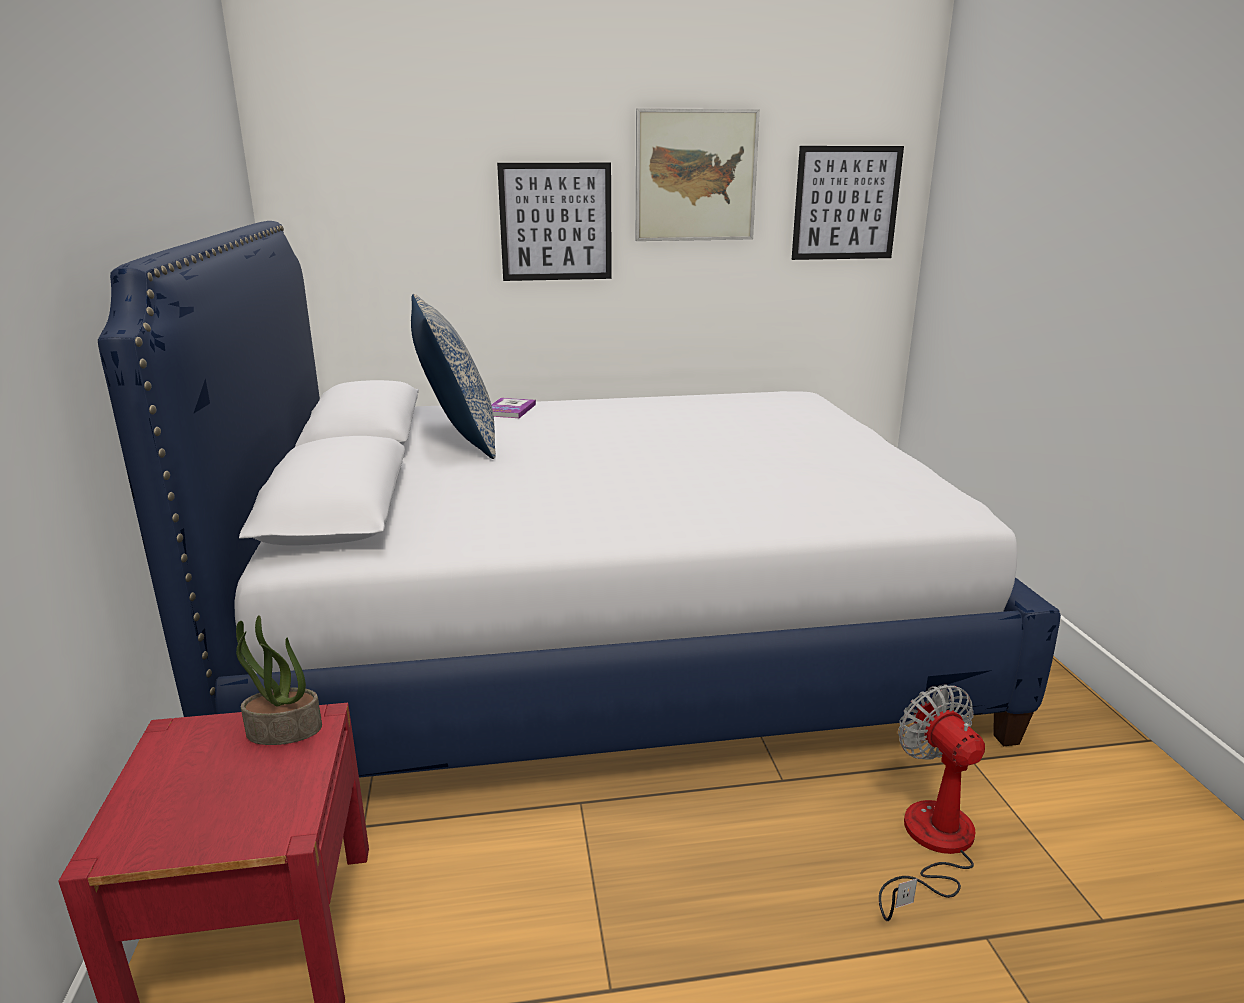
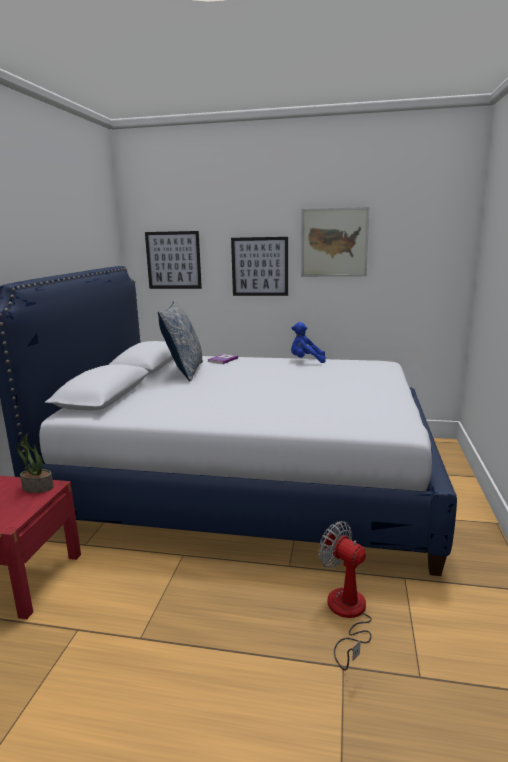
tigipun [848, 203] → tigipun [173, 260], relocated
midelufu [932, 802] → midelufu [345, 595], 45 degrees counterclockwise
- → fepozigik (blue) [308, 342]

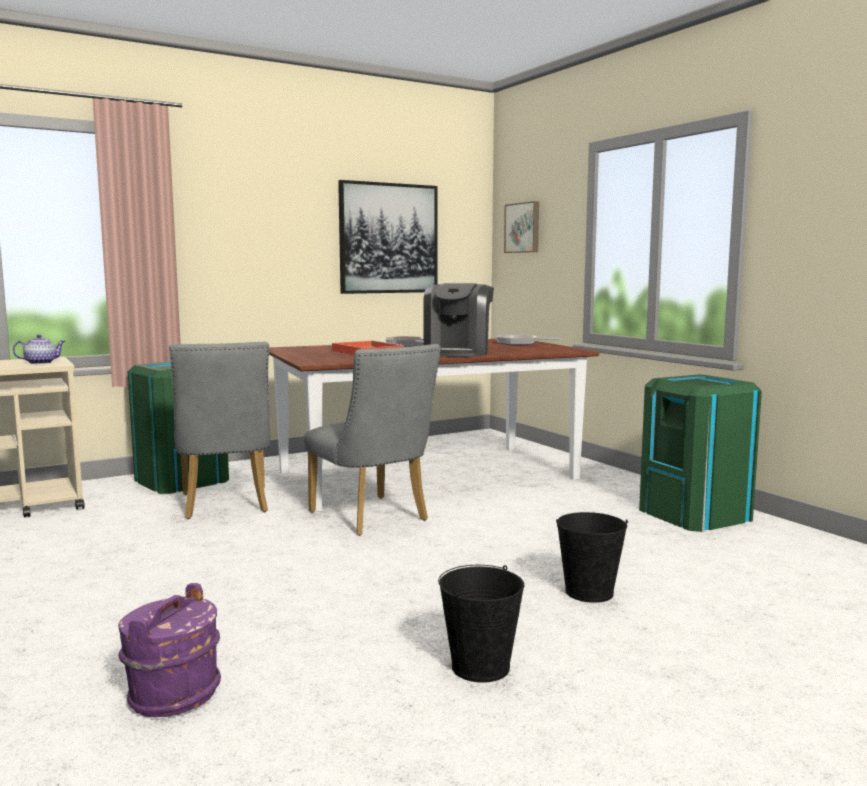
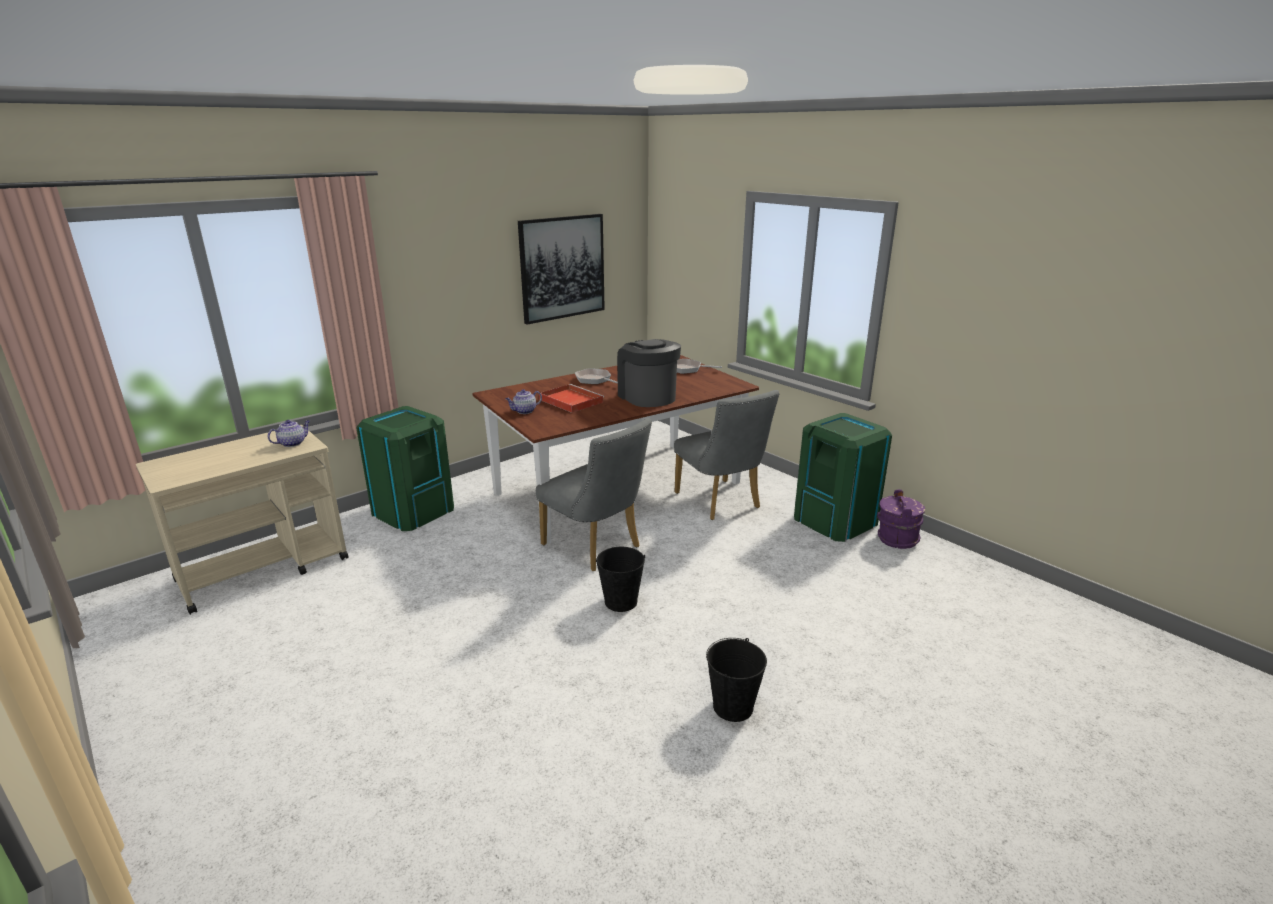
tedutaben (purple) [169, 650] → tedutaben (purple) [901, 519], relocated
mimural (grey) [219, 430] → mimural (grey) [726, 455], relocated
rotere [458, 320] → rotere [649, 373], 150 degrees clockwise
tigipun [521, 227] → -
tedutaben (black) [592, 557] → tedutaben (black) [620, 579], relocated
- → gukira [524, 401]

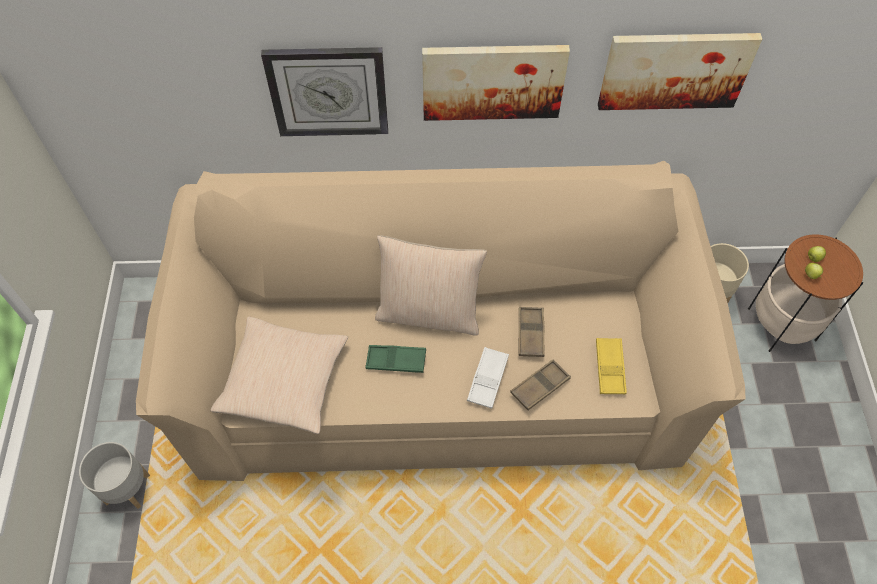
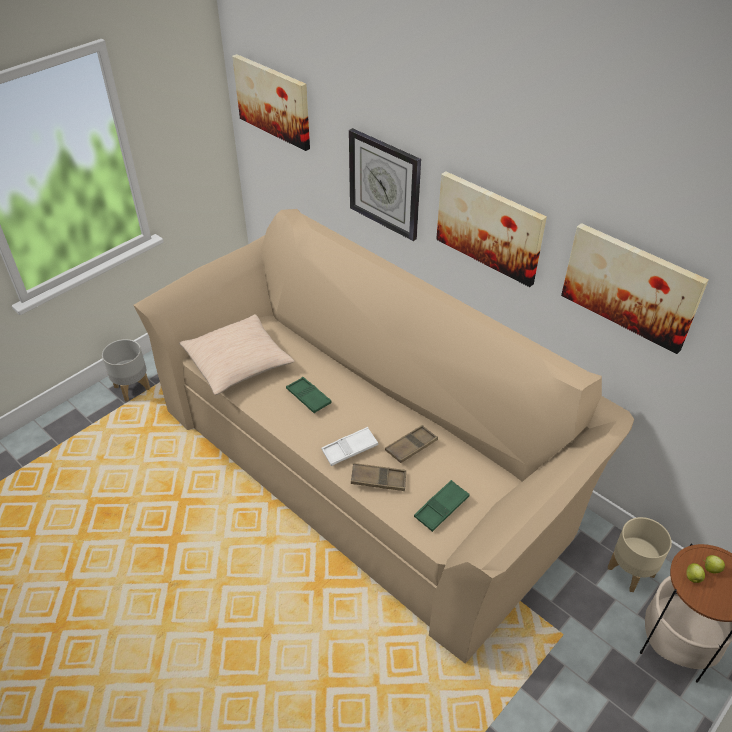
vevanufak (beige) [431, 285] → -
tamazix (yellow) [611, 366] → tamazix (green) [442, 506]
- → tigipun [271, 102]

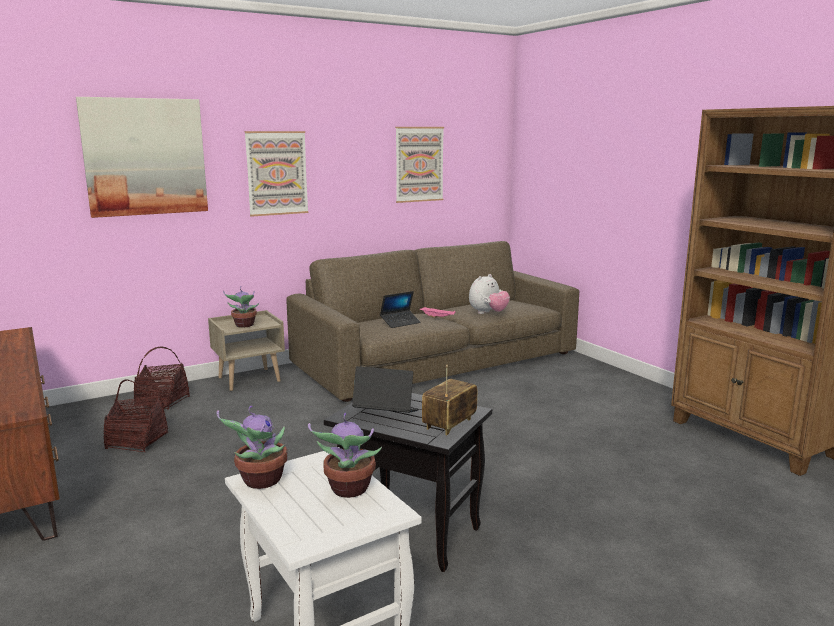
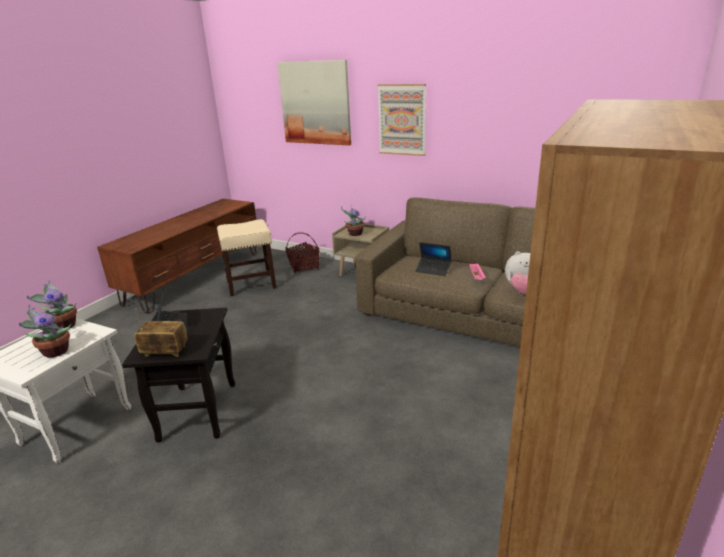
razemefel [135, 416] → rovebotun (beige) [246, 257]
tigipun [419, 165] → -

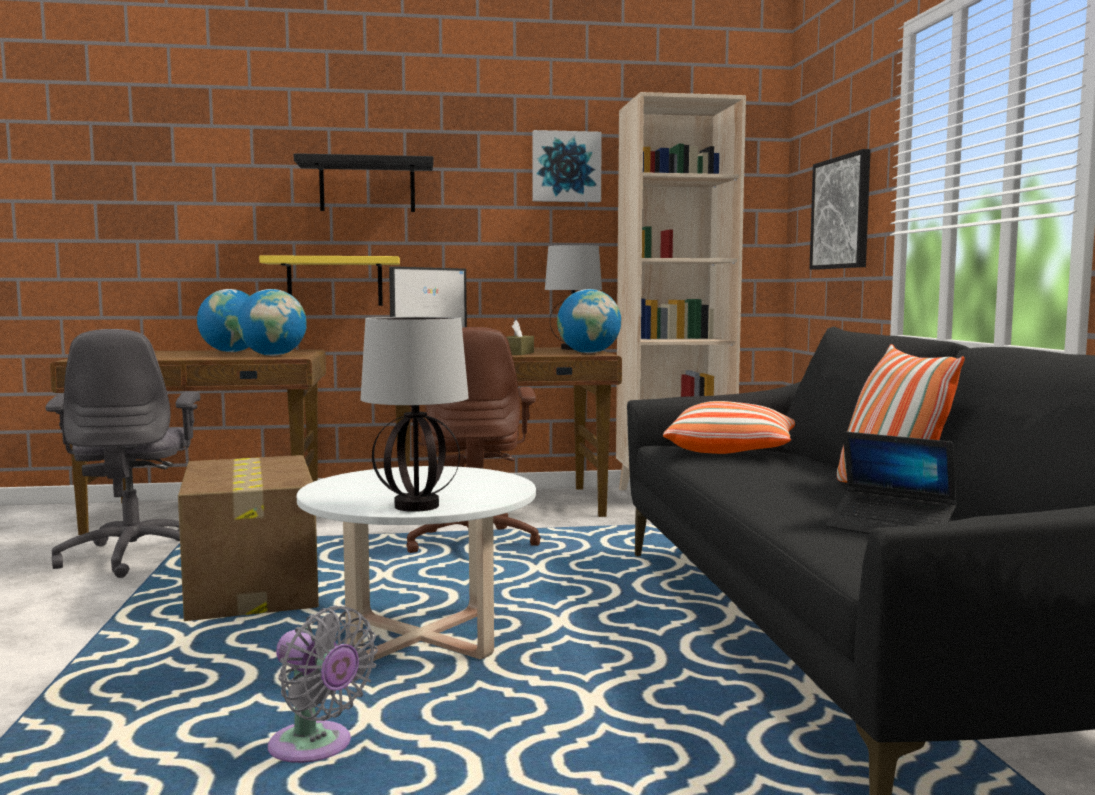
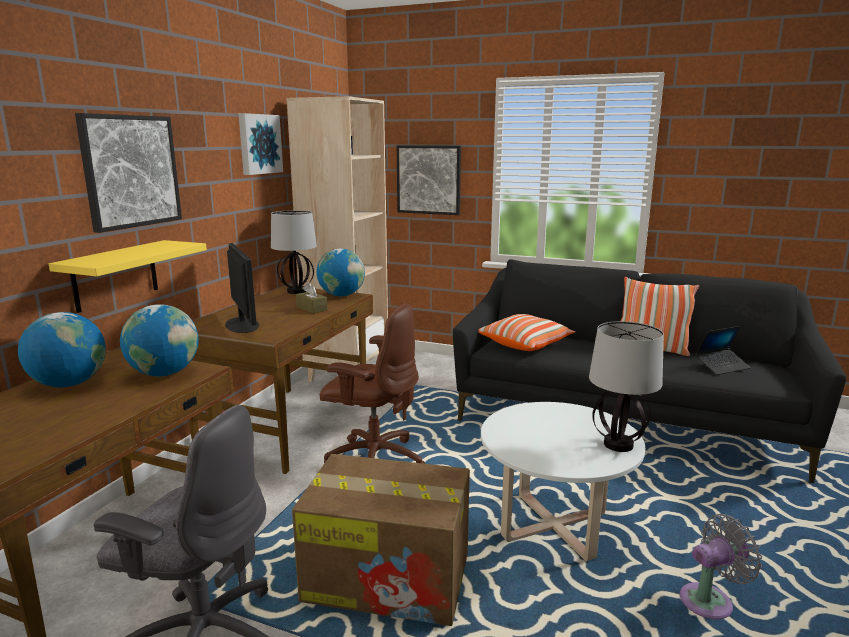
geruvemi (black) [364, 182] → tigipun [128, 173]

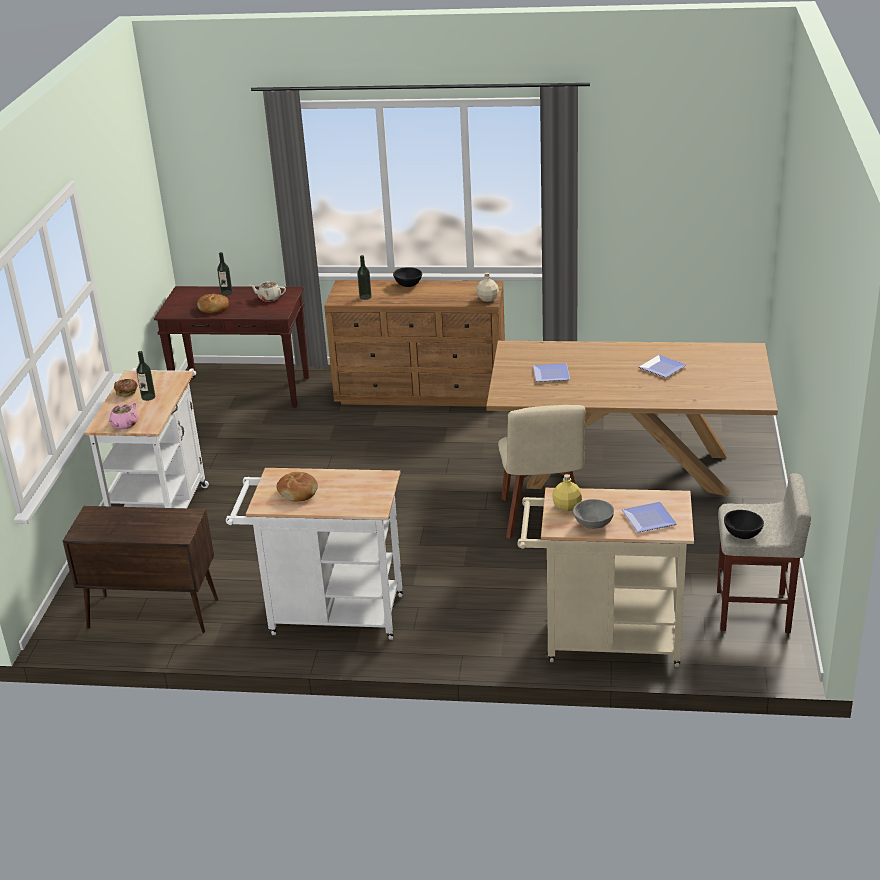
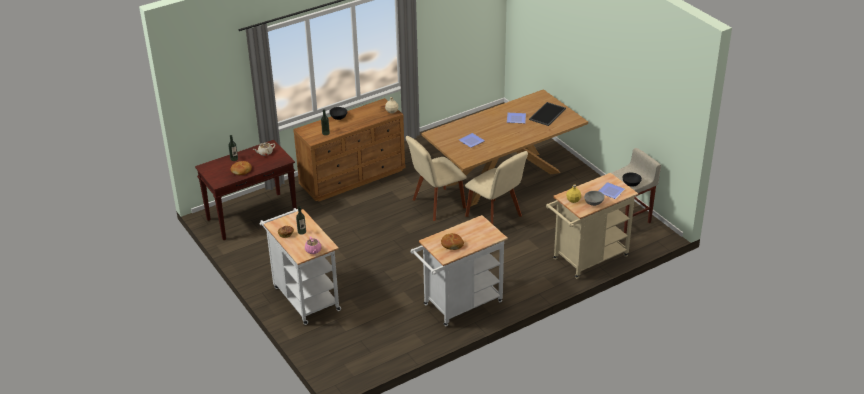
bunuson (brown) [140, 569] → -
- → mimural (beige) [436, 178]
- → tamazix [547, 114]

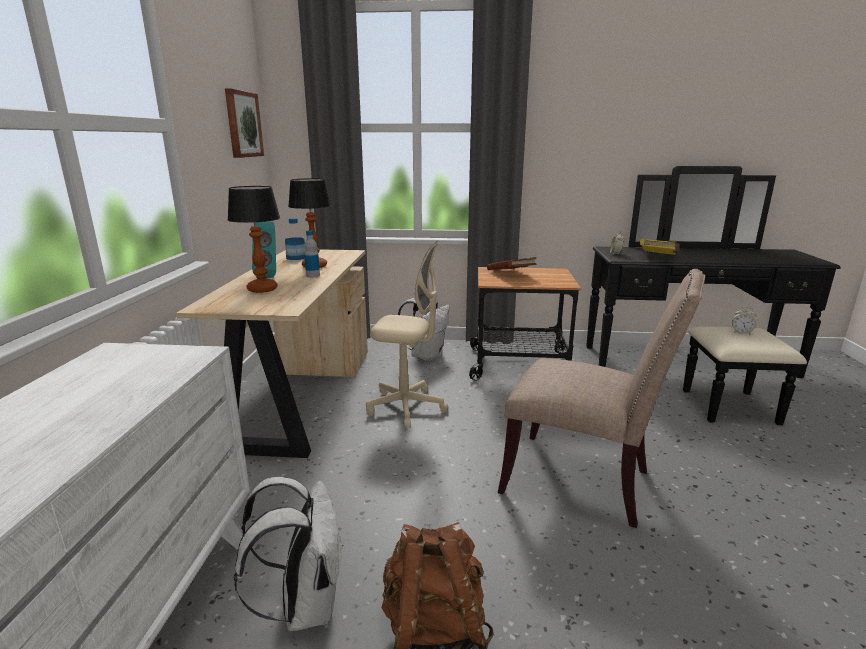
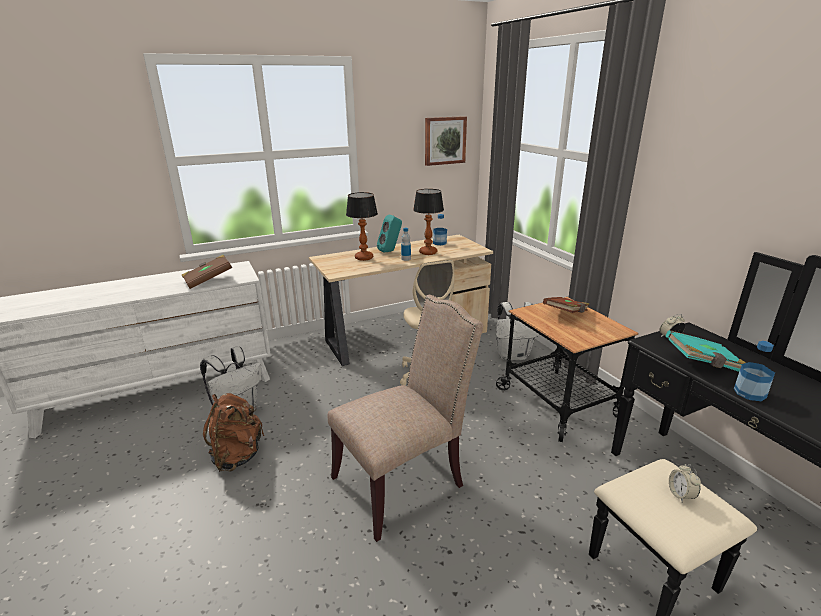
mimural (beige) [601, 398] → mimural (beige) [405, 418], 120 degrees counterclockwise
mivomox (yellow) [660, 247] → mivomox (turquoise) [706, 351]
- → mivomox (brown) [207, 272]
- → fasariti [754, 371]

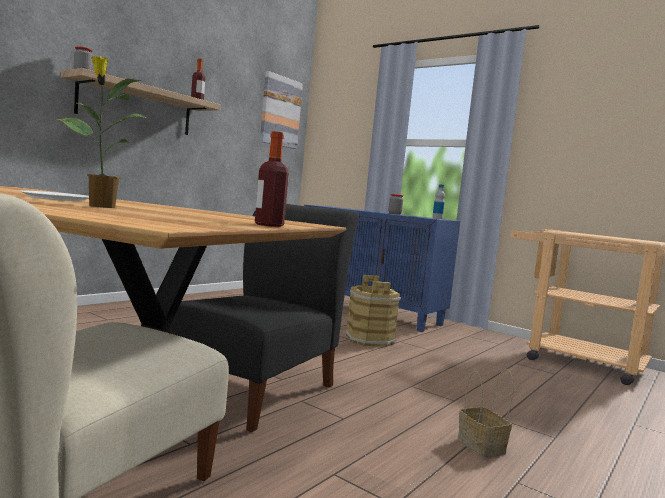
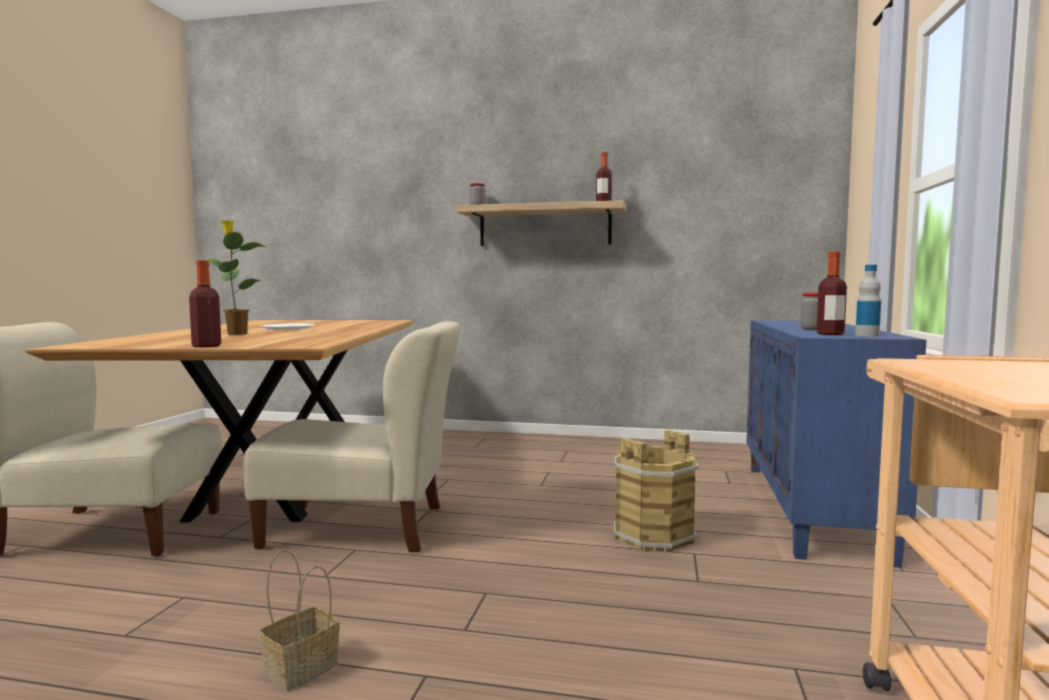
mimural (black) [264, 318] → mimural (beige) [352, 436]
tigipun [281, 110] → -
- → fasariti [832, 293]

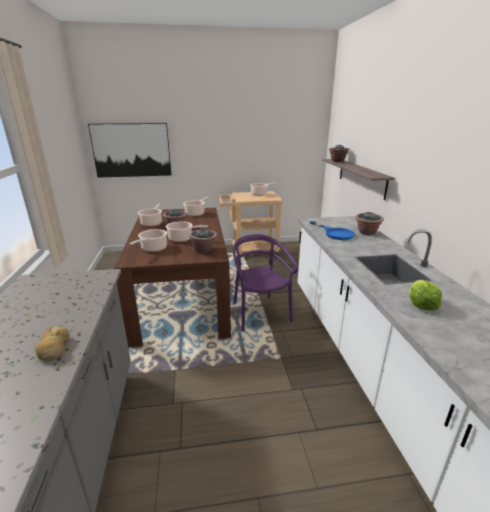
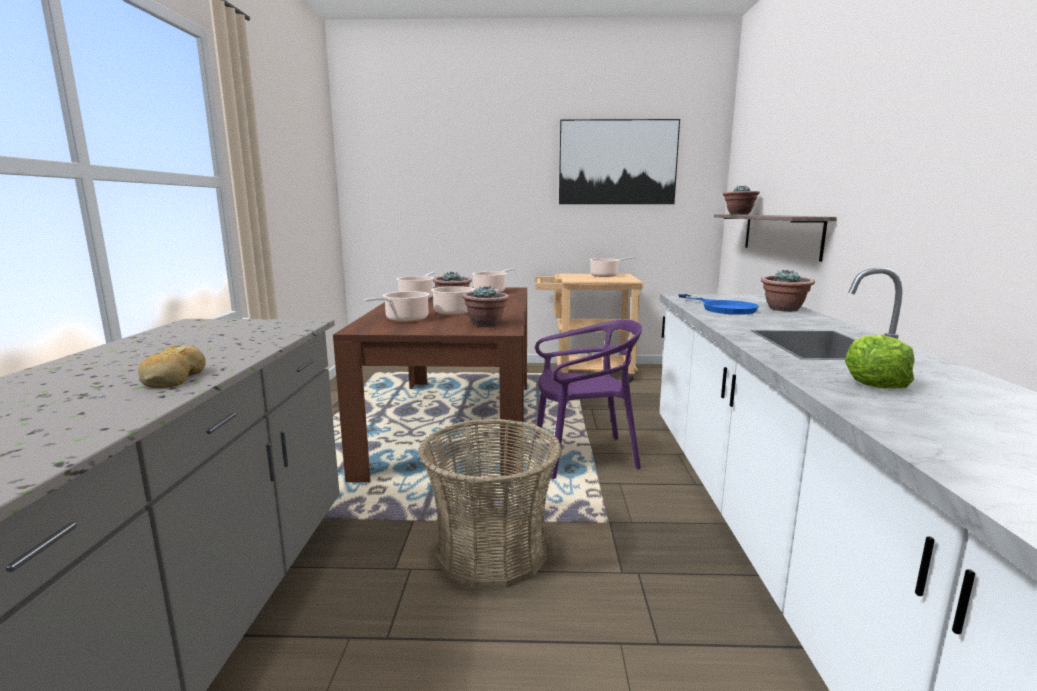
tigipun [130, 150] → tigipun [619, 161], relocated
mimural (purple) [265, 282] → mimural (purple) [588, 399], 90 degrees clockwise
- → razemefel [490, 503]

